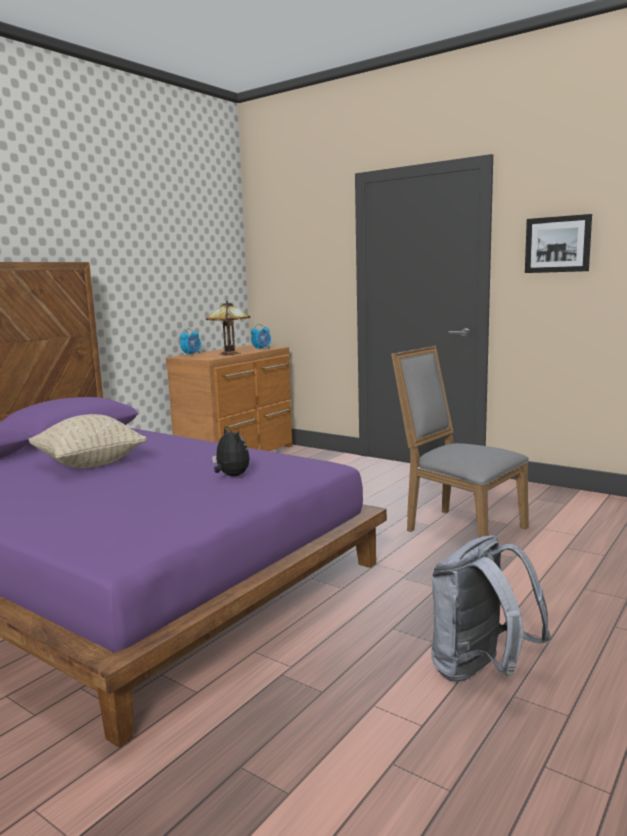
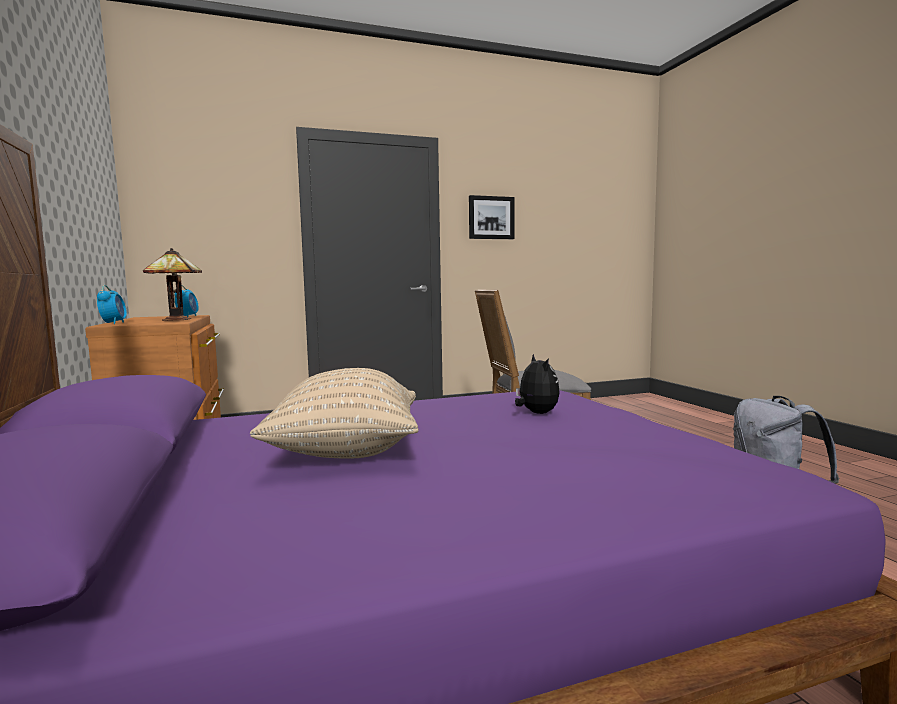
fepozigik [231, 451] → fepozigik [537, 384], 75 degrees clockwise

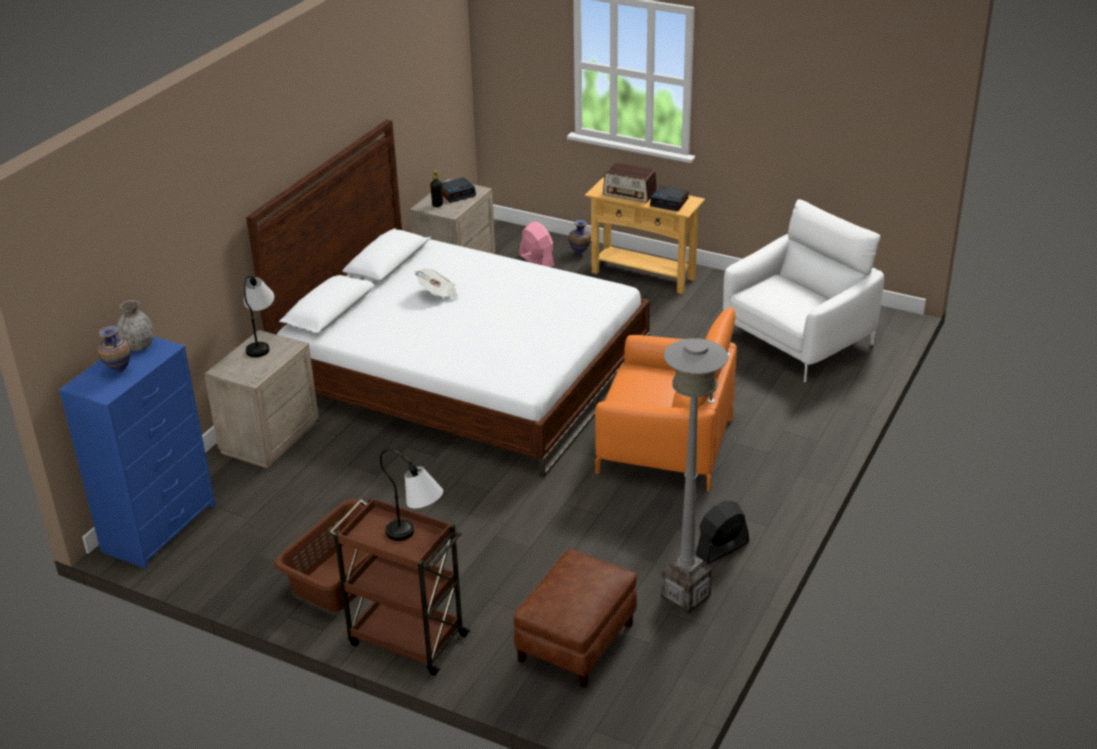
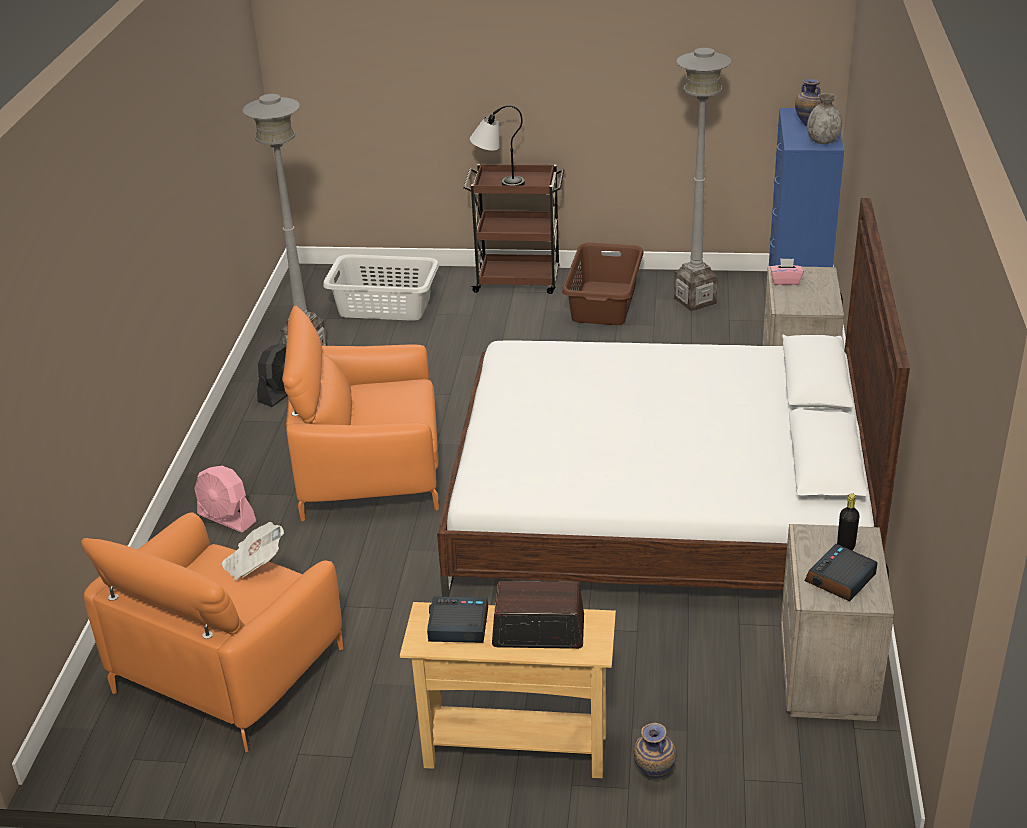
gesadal [258, 316] → -
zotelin [436, 284] → zotelin [253, 551], relocated
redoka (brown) [575, 618] → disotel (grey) [381, 287]
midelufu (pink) [537, 244] → midelufu (pink) [225, 499], relocated
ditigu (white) [803, 290] → ditigu (orange) [212, 632]
- → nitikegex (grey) [702, 179]
- → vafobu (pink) [786, 271]

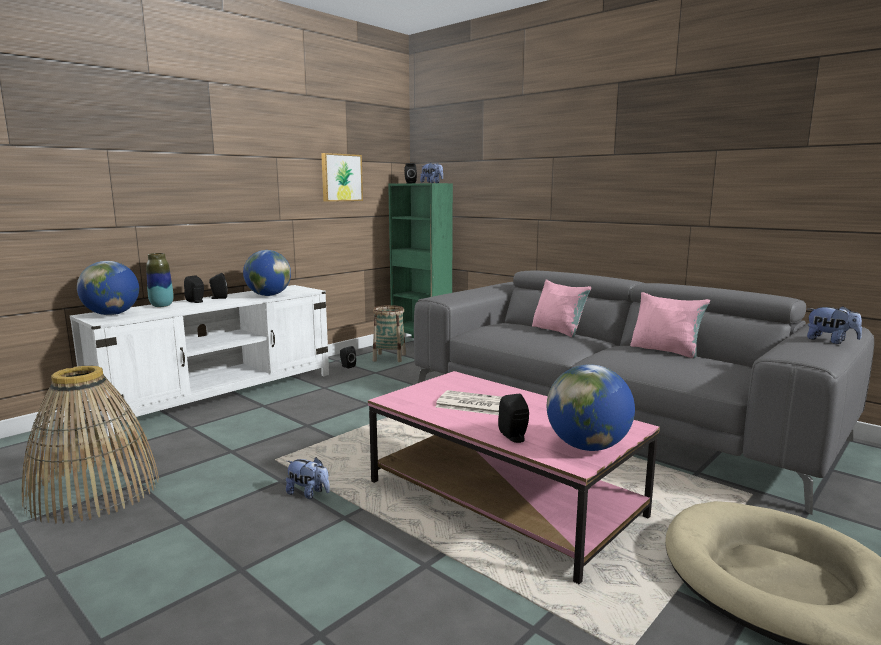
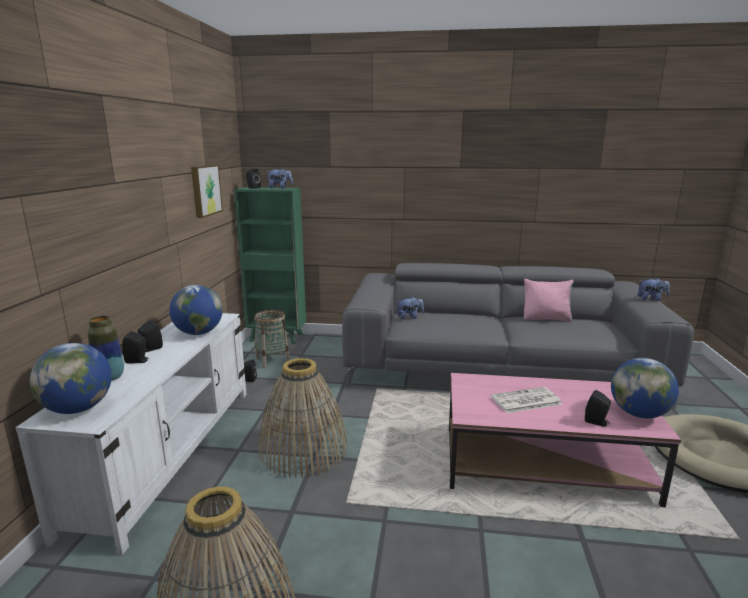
fepozigik [308, 478] → fepozigik [410, 308], relocated
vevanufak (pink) [561, 309] → -
- → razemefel [303, 418]

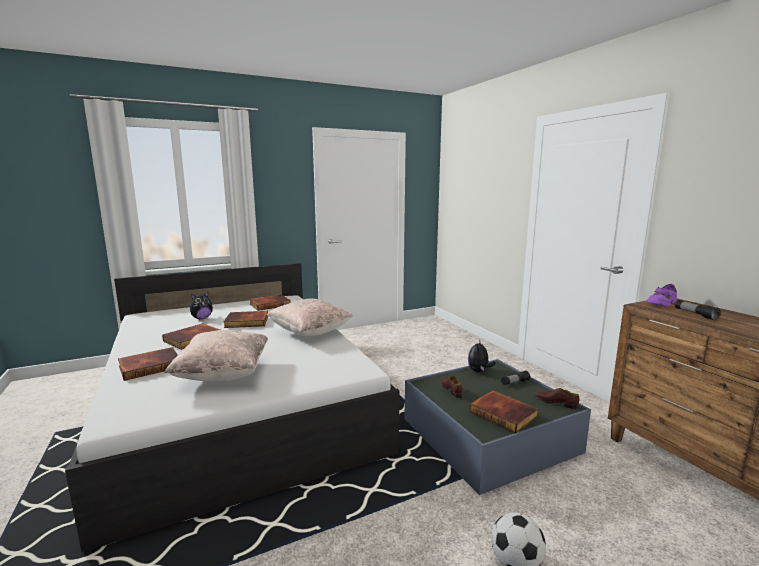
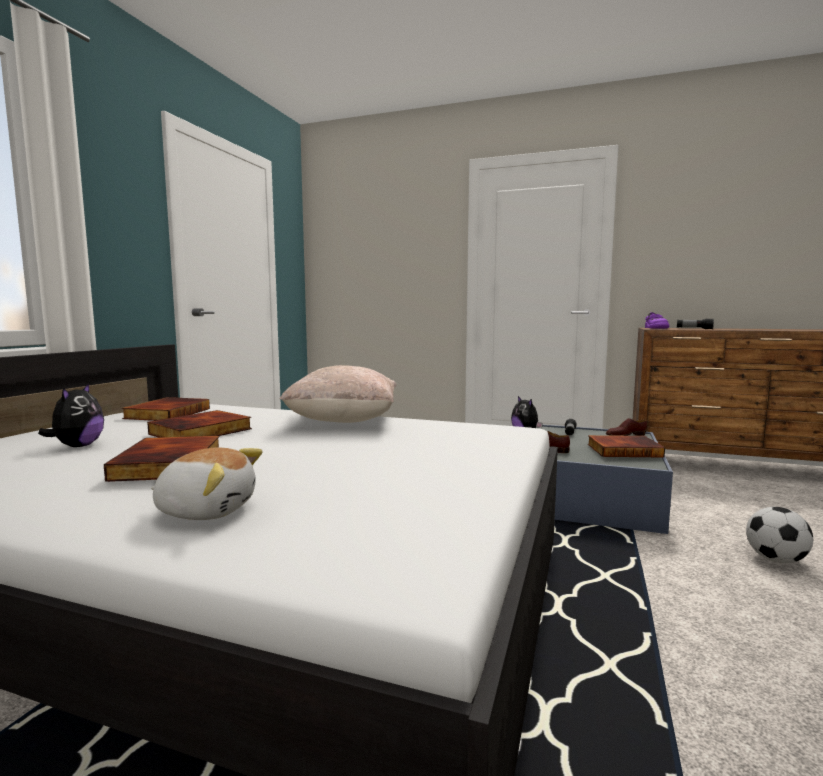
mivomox [148, 364] → fepozigik [207, 484]
vevanufak (beige) [216, 355] → -

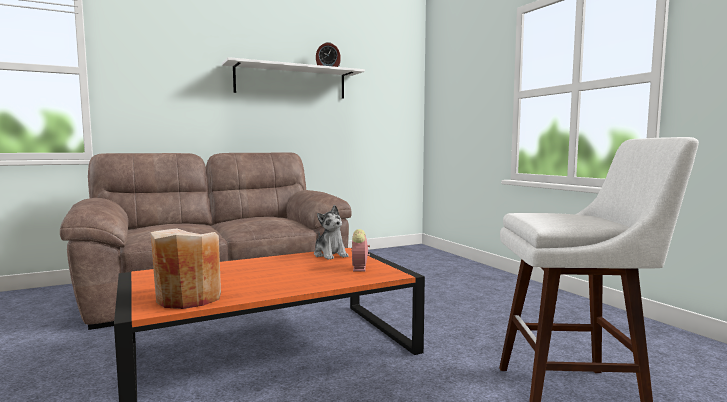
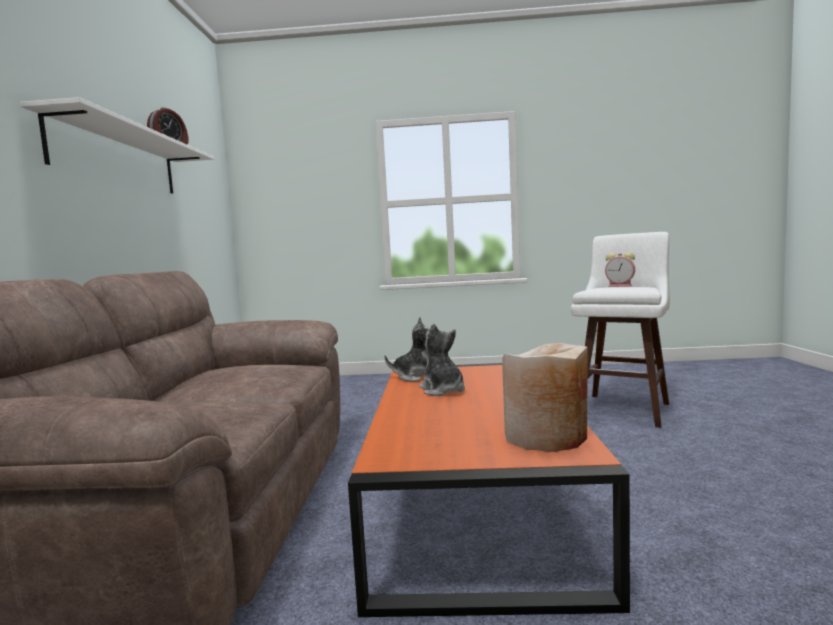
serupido [360, 250] → serupido [620, 269], relocated
- → fepozigik [442, 360]

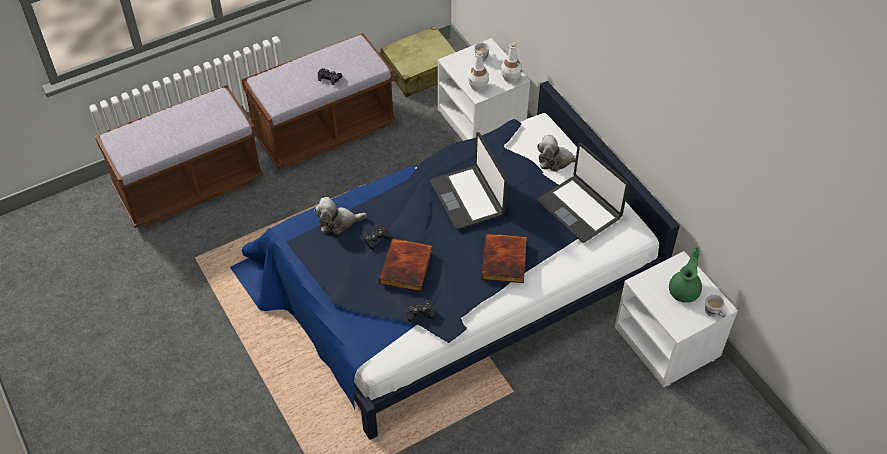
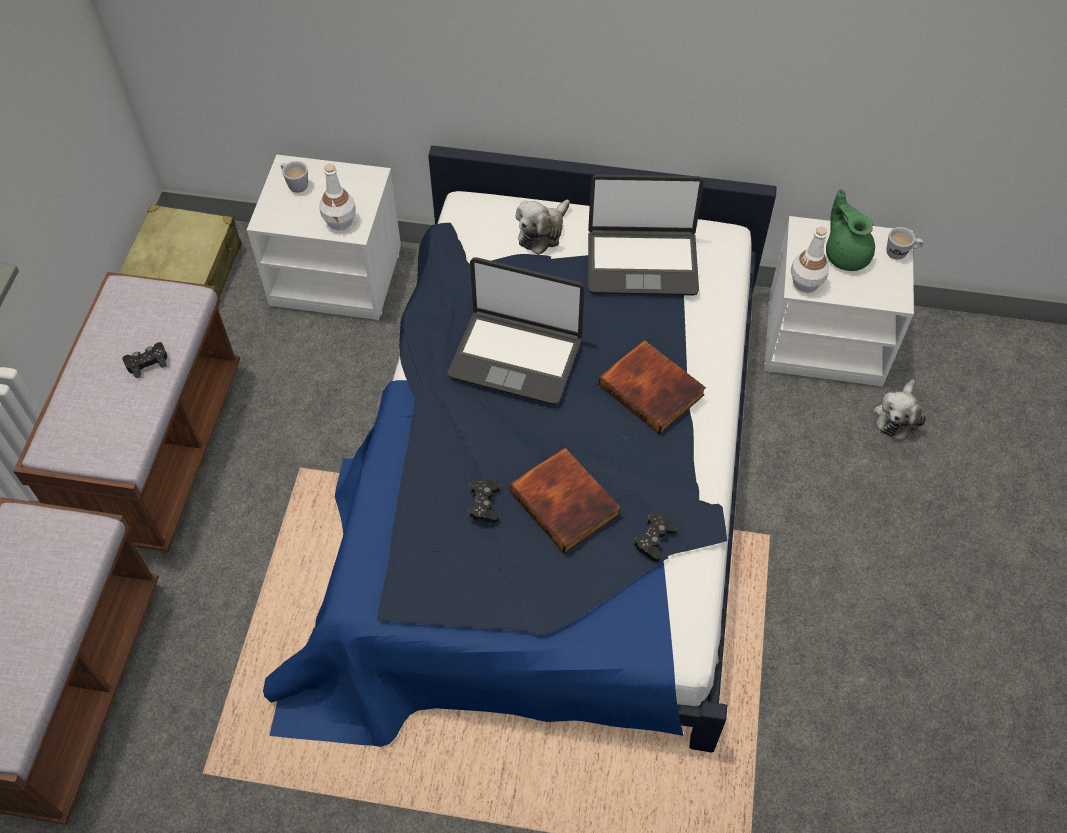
fepozigik [340, 216] → fepozigik [899, 410], relocated
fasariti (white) [511, 62] → fasariti (white) [810, 260], relocated

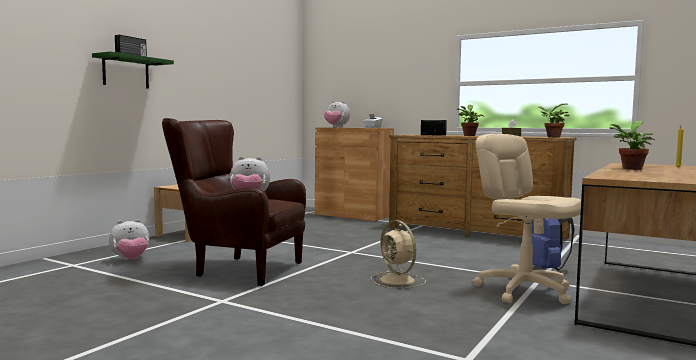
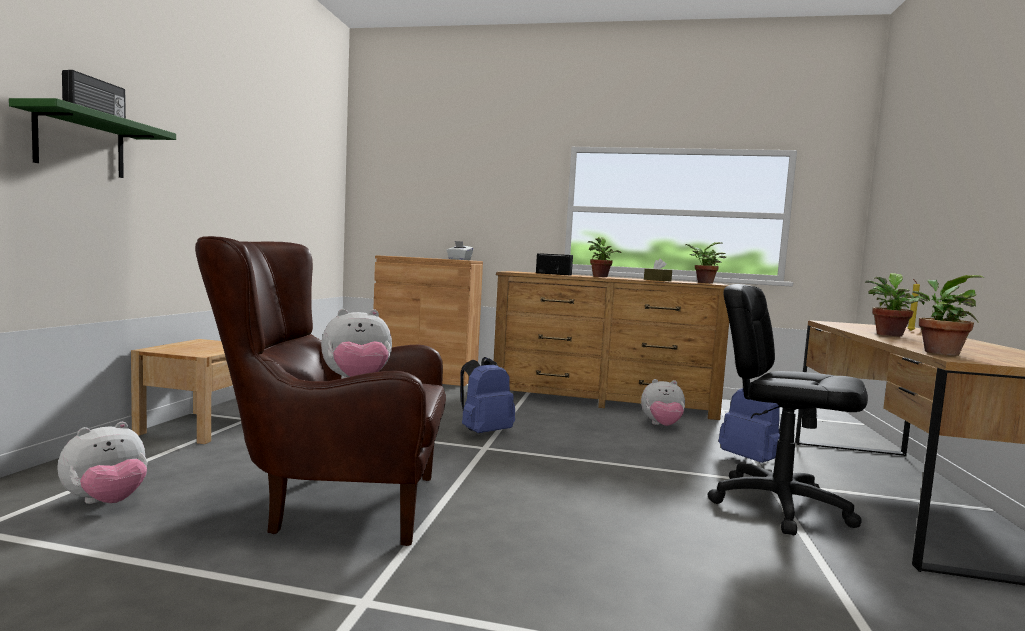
fepozigik [337, 114] → fepozigik [663, 402], relocated
midelufu (beige) [398, 254] → -
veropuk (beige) [527, 219] → veropuk (black) [788, 409]
- → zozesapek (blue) [487, 395]
- → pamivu [946, 315]

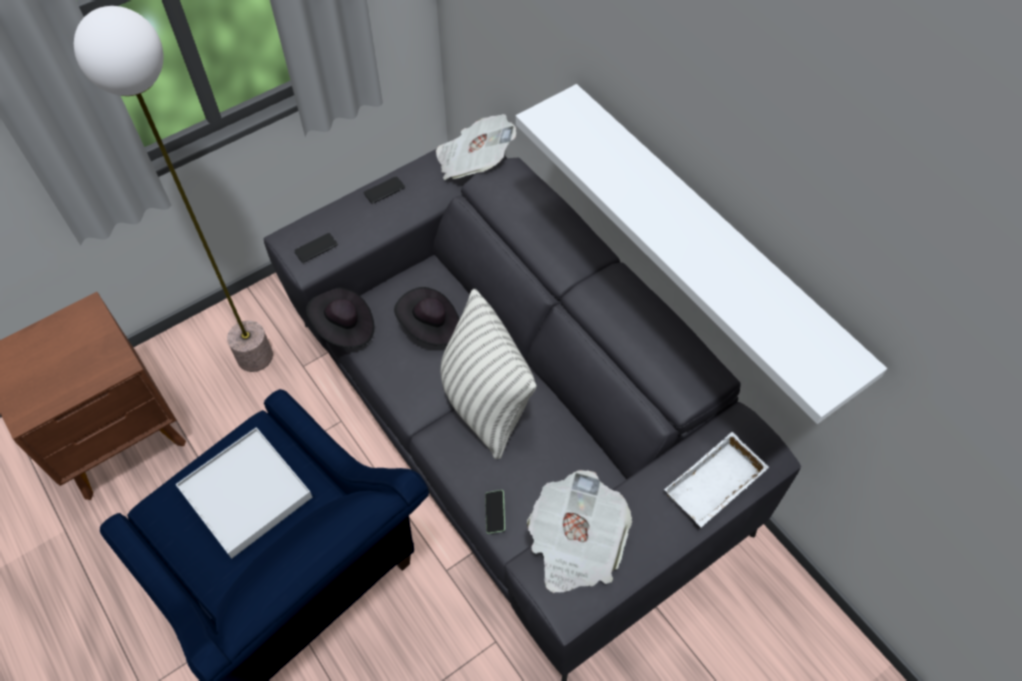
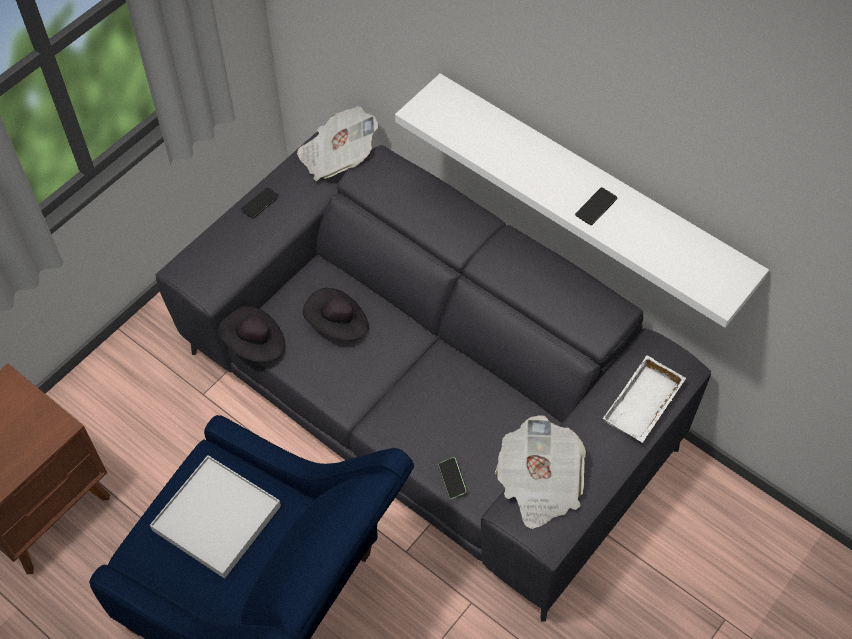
nitikegex [173, 189] → -
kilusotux [316, 248] → kilusotux [596, 206], relocated
vevanufak [488, 374] → -

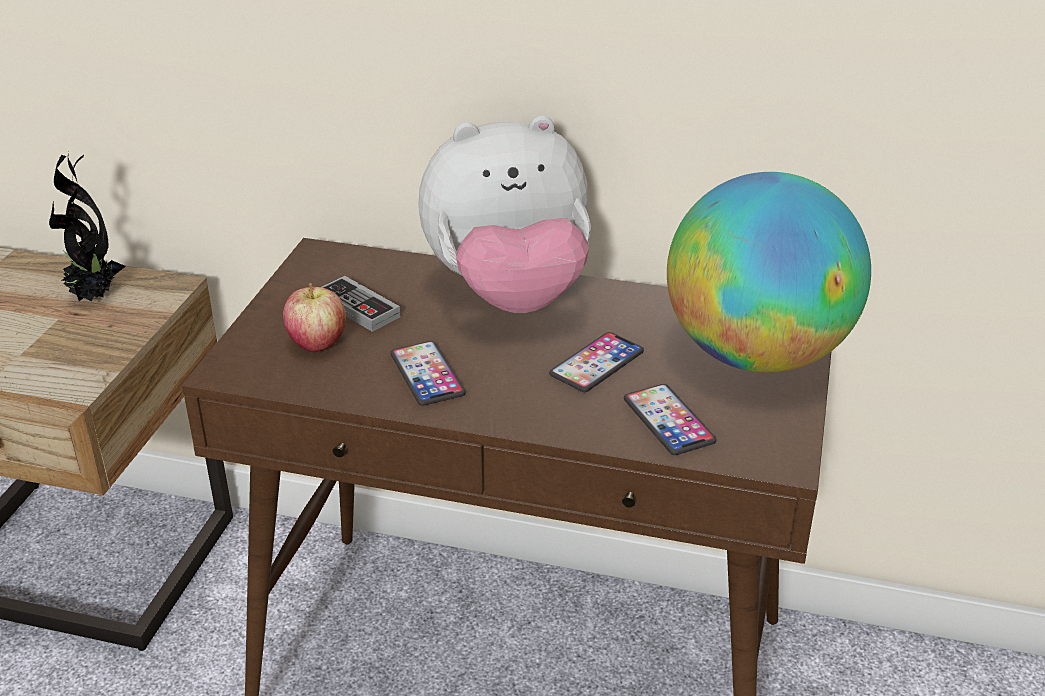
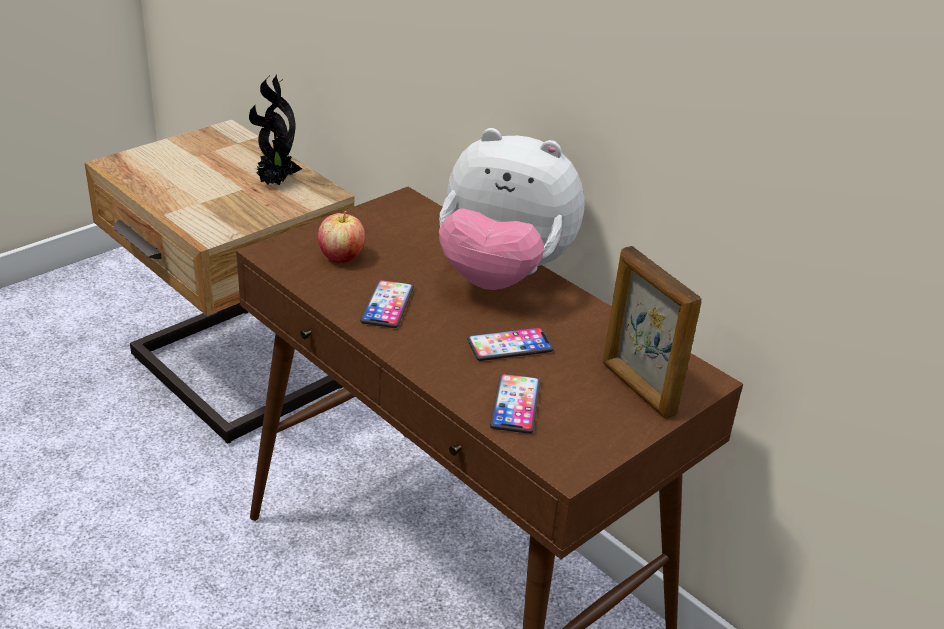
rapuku [361, 304] → -
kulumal [769, 272] → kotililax [652, 332]

